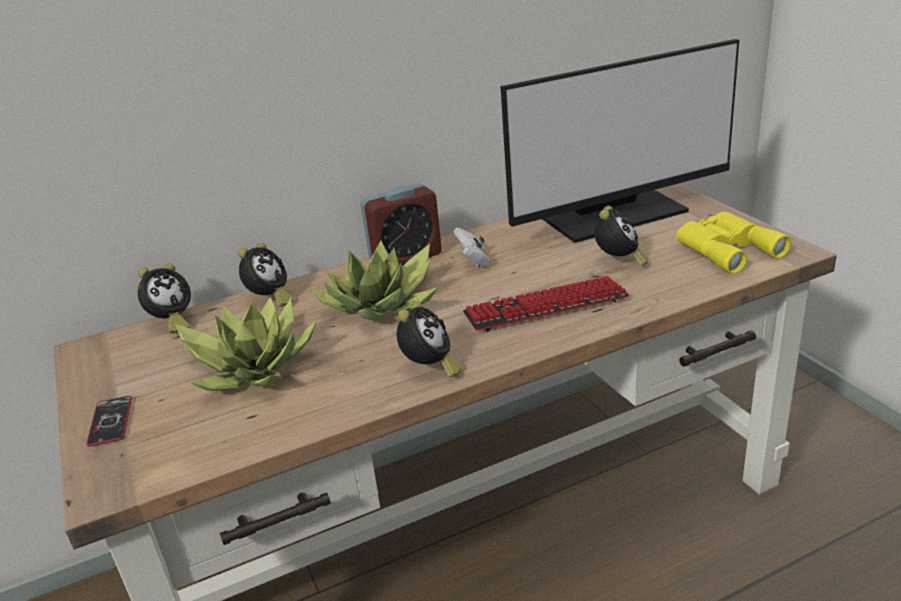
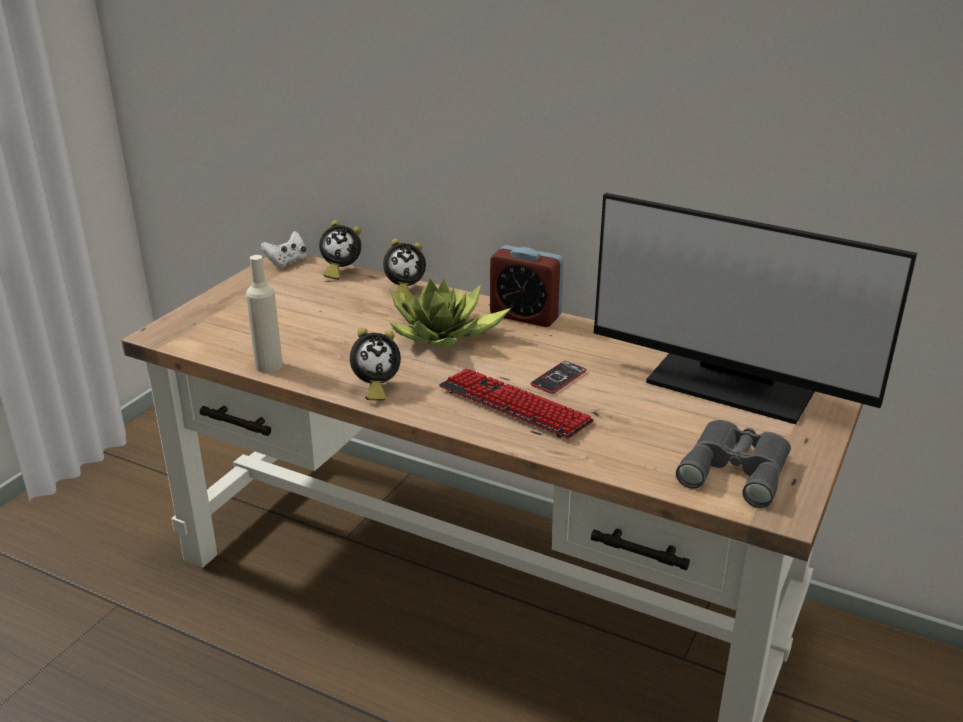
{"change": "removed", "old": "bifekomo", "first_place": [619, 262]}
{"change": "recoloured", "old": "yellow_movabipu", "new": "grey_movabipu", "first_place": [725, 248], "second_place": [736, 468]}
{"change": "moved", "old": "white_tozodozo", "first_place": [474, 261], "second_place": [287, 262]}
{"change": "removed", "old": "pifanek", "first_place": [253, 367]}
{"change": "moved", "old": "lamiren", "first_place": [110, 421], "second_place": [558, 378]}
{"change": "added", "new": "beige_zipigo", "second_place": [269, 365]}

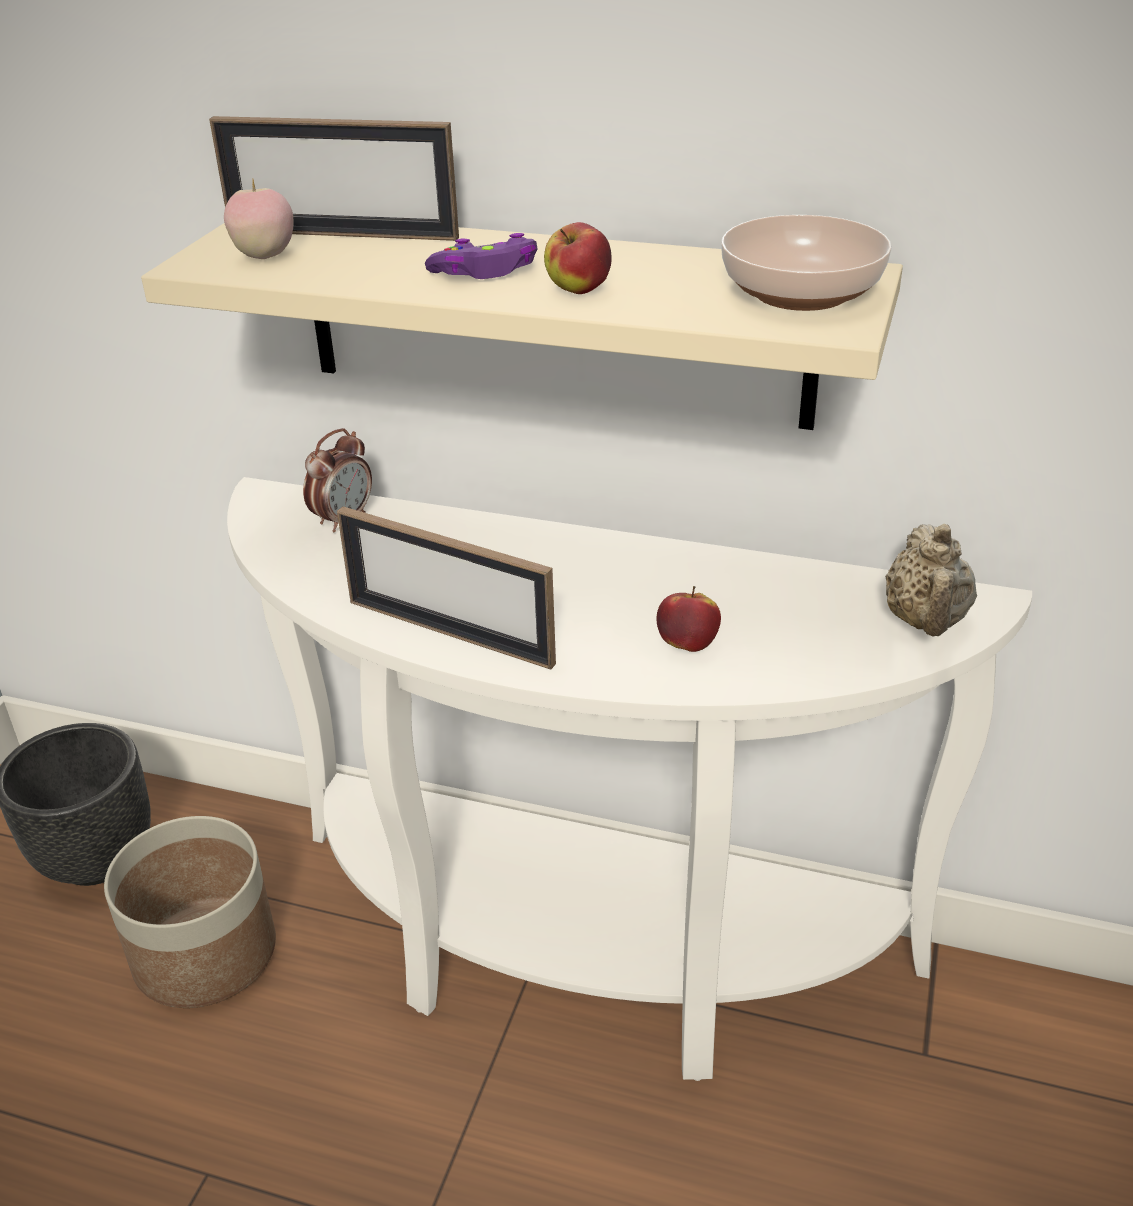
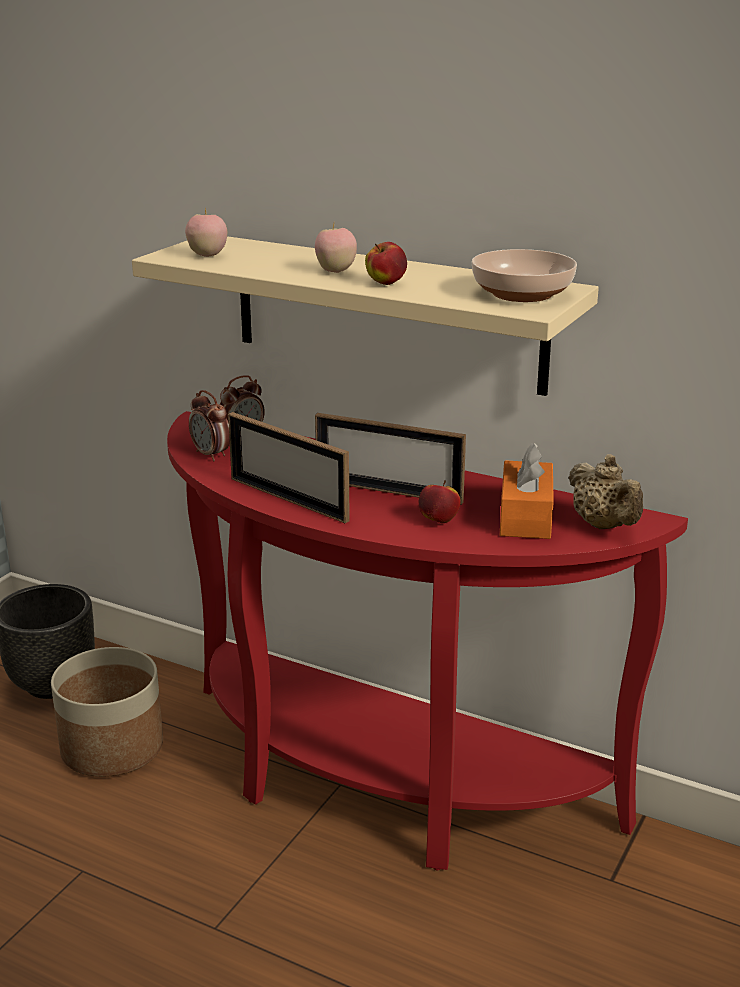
{"change": "moved", "old": "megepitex", "first_place": [342, 234], "second_place": [388, 491]}
{"change": "replaced", "old": "purple_tozodozo", "new": "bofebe", "first_place": [486, 272], "second_place": [336, 271]}
{"change": "recoloured", "old": "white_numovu", "new": "red_numovu", "first_place": [582, 956], "second_place": [375, 786]}
{"change": "turned", "old": "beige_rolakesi", "first_place": [925, 623], "second_place": [603, 526], "degrees": -45}
{"change": "added", "new": "bifekomo", "second_place": [211, 455]}
{"change": "added", "new": "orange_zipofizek", "second_place": [525, 517]}

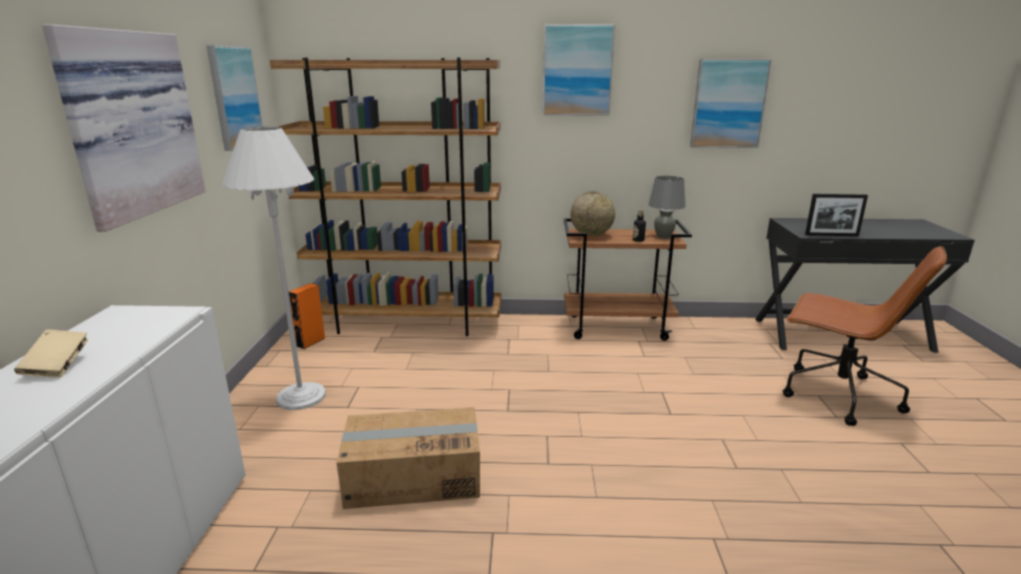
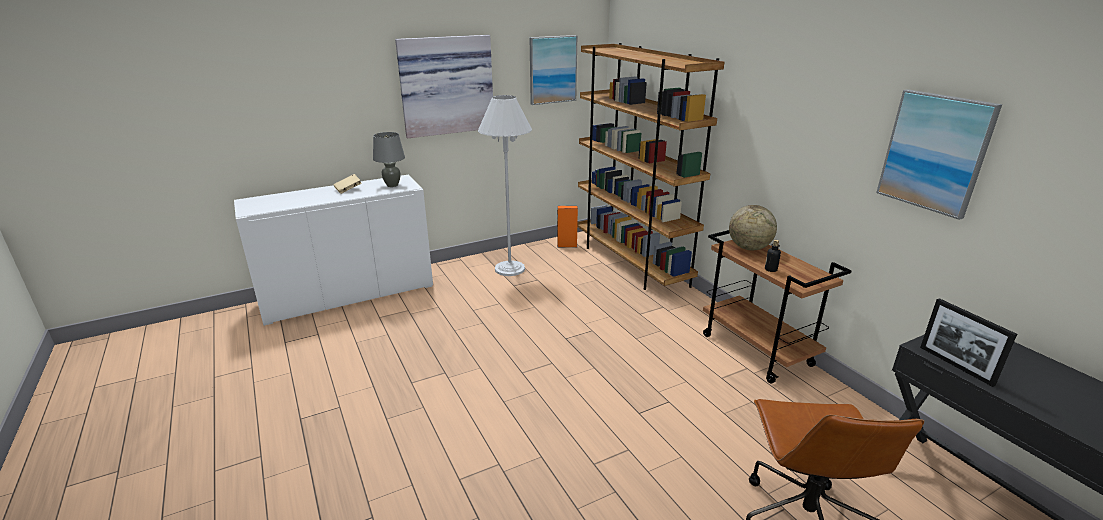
{"change": "removed", "old": "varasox", "first_place": [577, 70]}
{"change": "moved", "old": "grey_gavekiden", "first_place": [663, 237], "second_place": [392, 185]}
{"change": "removed", "old": "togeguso", "first_place": [413, 476]}

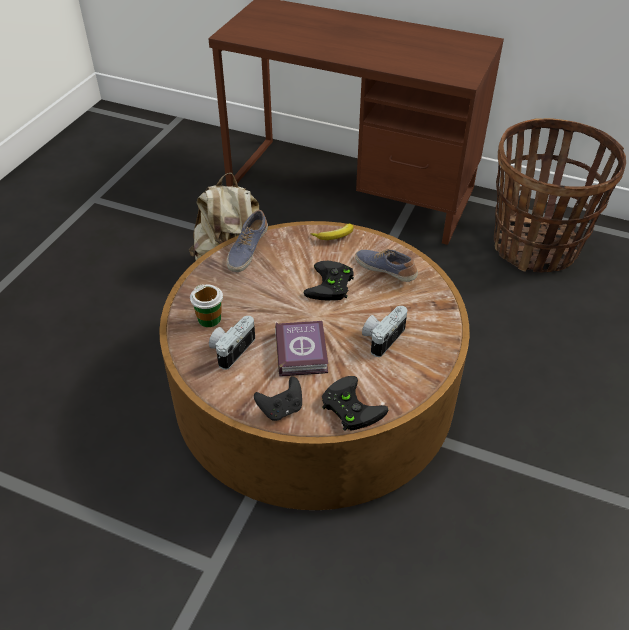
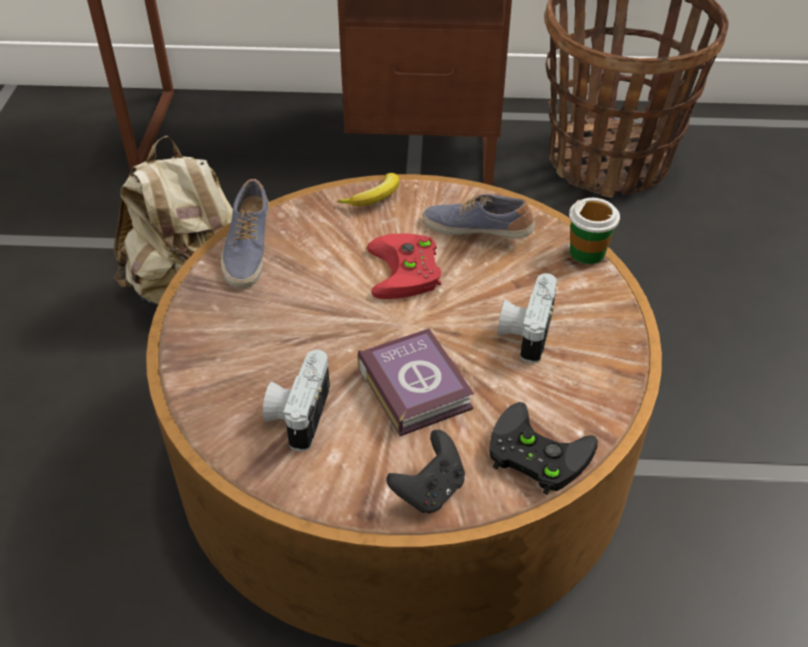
{"change": "recoloured", "old": "black_tozodozo", "new": "red_tozodozo", "first_place": [331, 286], "second_place": [407, 272]}
{"change": "moved", "old": "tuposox", "first_place": [209, 319], "second_place": [587, 252]}

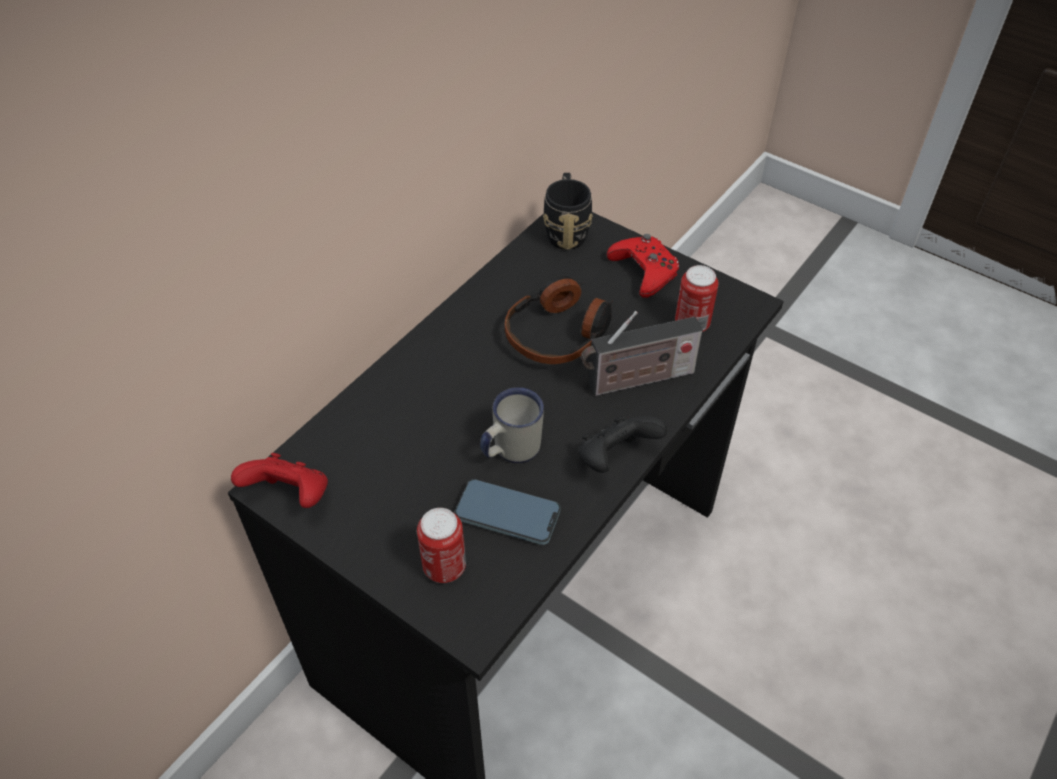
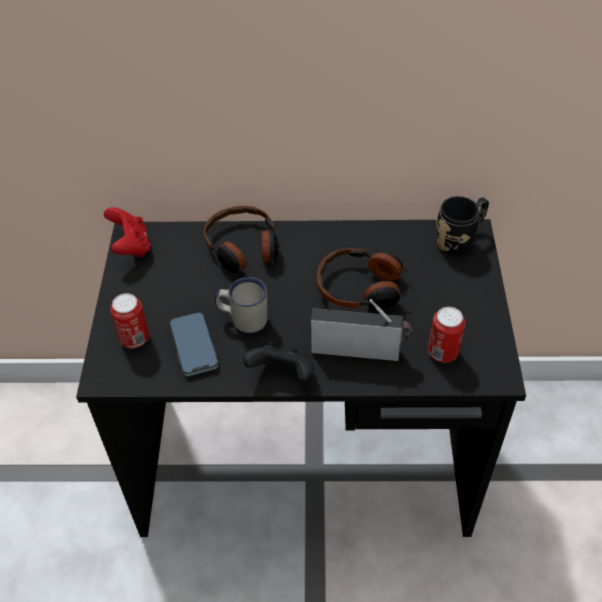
{"change": "removed", "old": "red_tozodozo", "first_place": [644, 271]}
{"change": "turned", "old": "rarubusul", "first_place": [636, 380], "second_place": [359, 350], "degrees": 150}
{"change": "added", "new": "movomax", "second_place": [243, 248]}

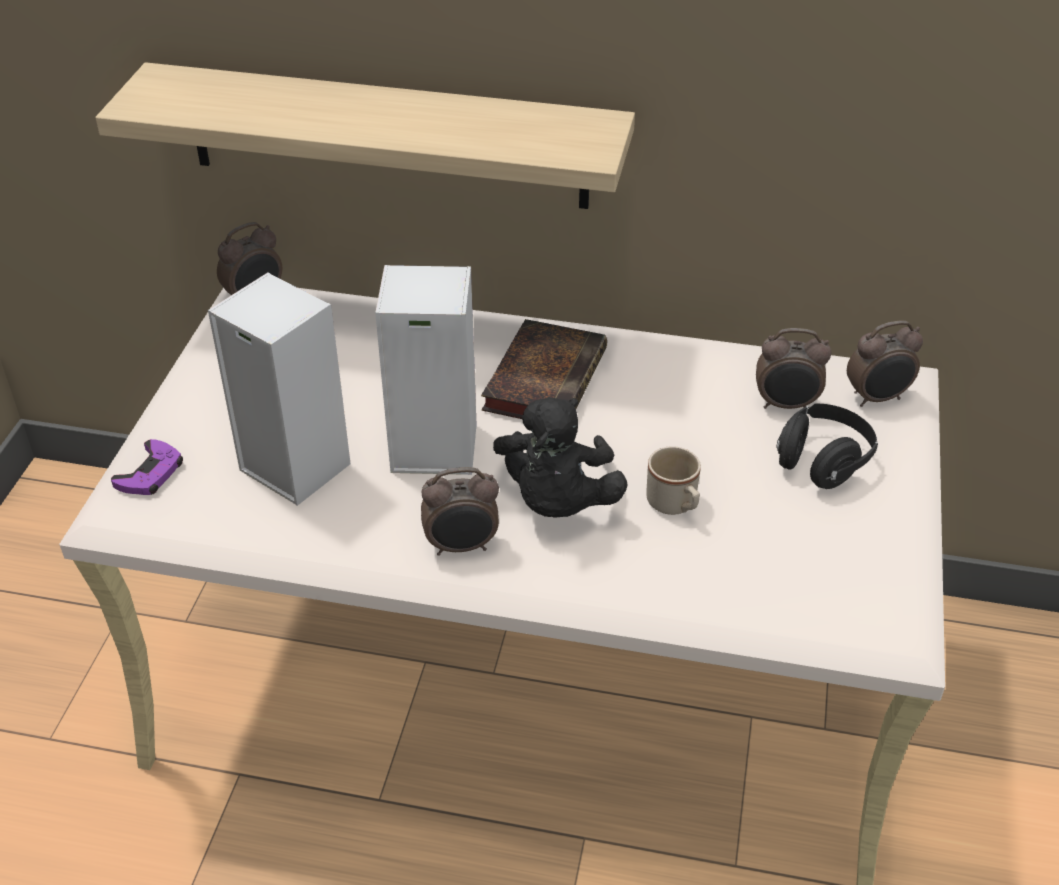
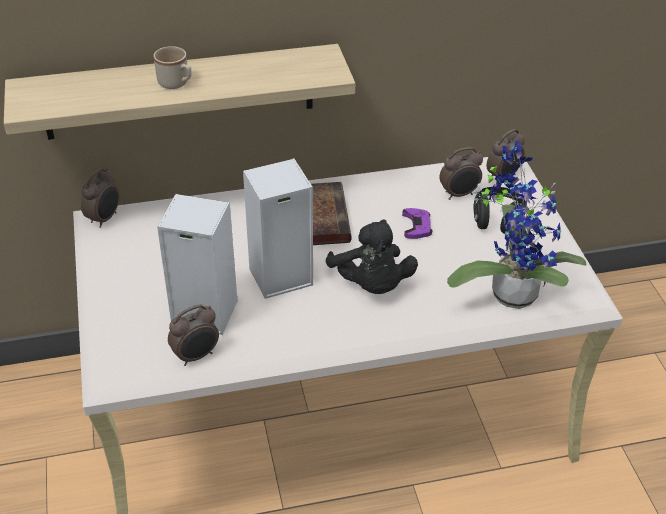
{"change": "moved", "old": "purple_tozodozo", "first_place": [150, 474], "second_place": [417, 226]}
{"change": "moved", "old": "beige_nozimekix", "first_place": [675, 505], "second_place": [176, 84]}
{"change": "moved", "old": "bifekomo", "first_place": [462, 547], "second_place": [196, 356]}
{"change": "added", "new": "pifanek", "second_place": [510, 290]}

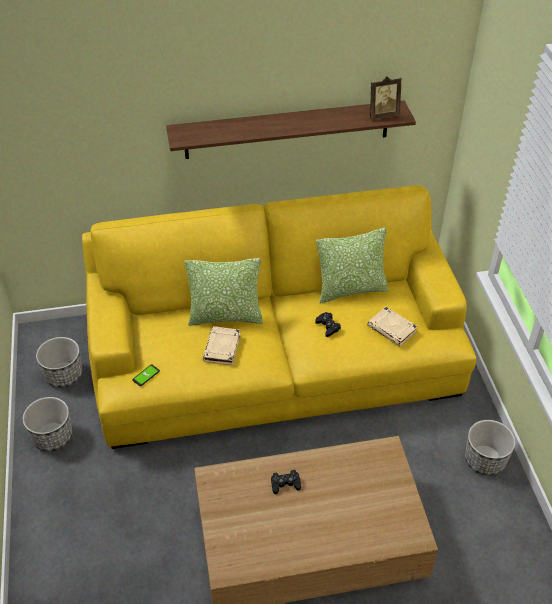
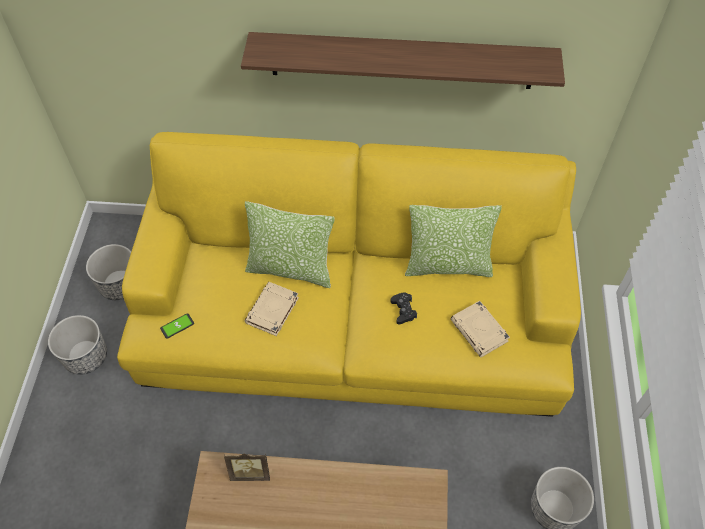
{"change": "moved", "old": "megepitex", "first_place": [382, 114], "second_place": [251, 472]}
{"change": "removed", "old": "black_tozodozo", "first_place": [285, 484]}

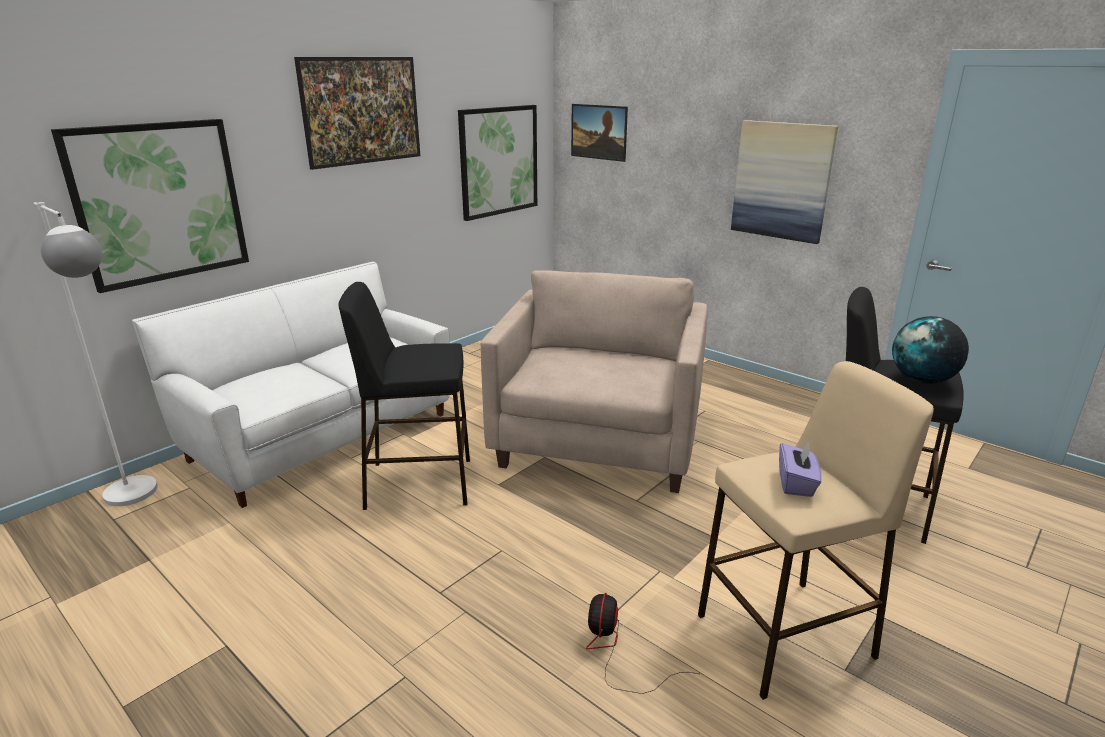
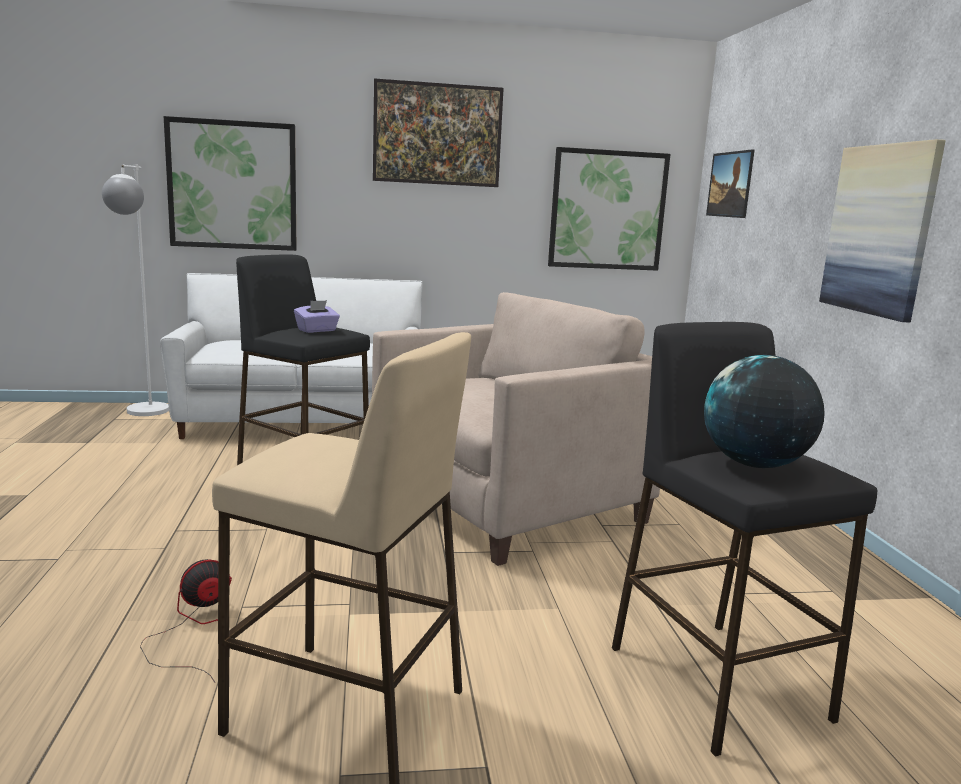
{"change": "moved", "old": "purple_zipofizek", "first_place": [796, 483], "second_place": [317, 330]}

